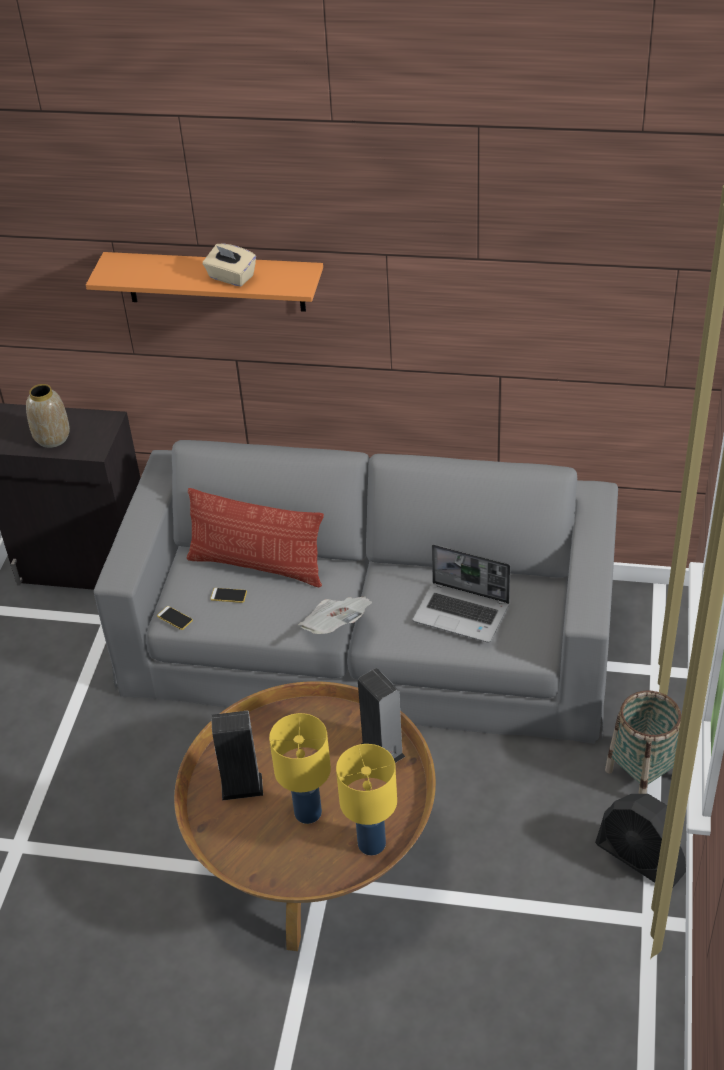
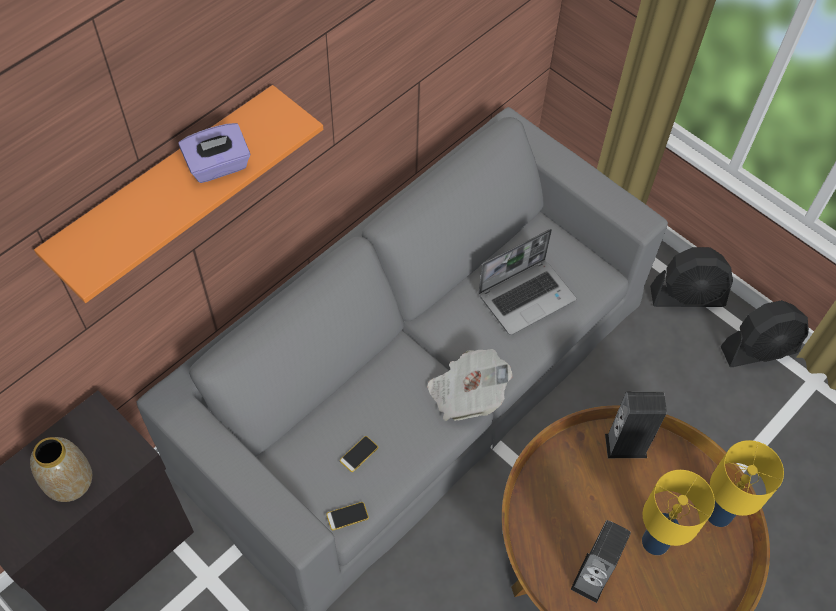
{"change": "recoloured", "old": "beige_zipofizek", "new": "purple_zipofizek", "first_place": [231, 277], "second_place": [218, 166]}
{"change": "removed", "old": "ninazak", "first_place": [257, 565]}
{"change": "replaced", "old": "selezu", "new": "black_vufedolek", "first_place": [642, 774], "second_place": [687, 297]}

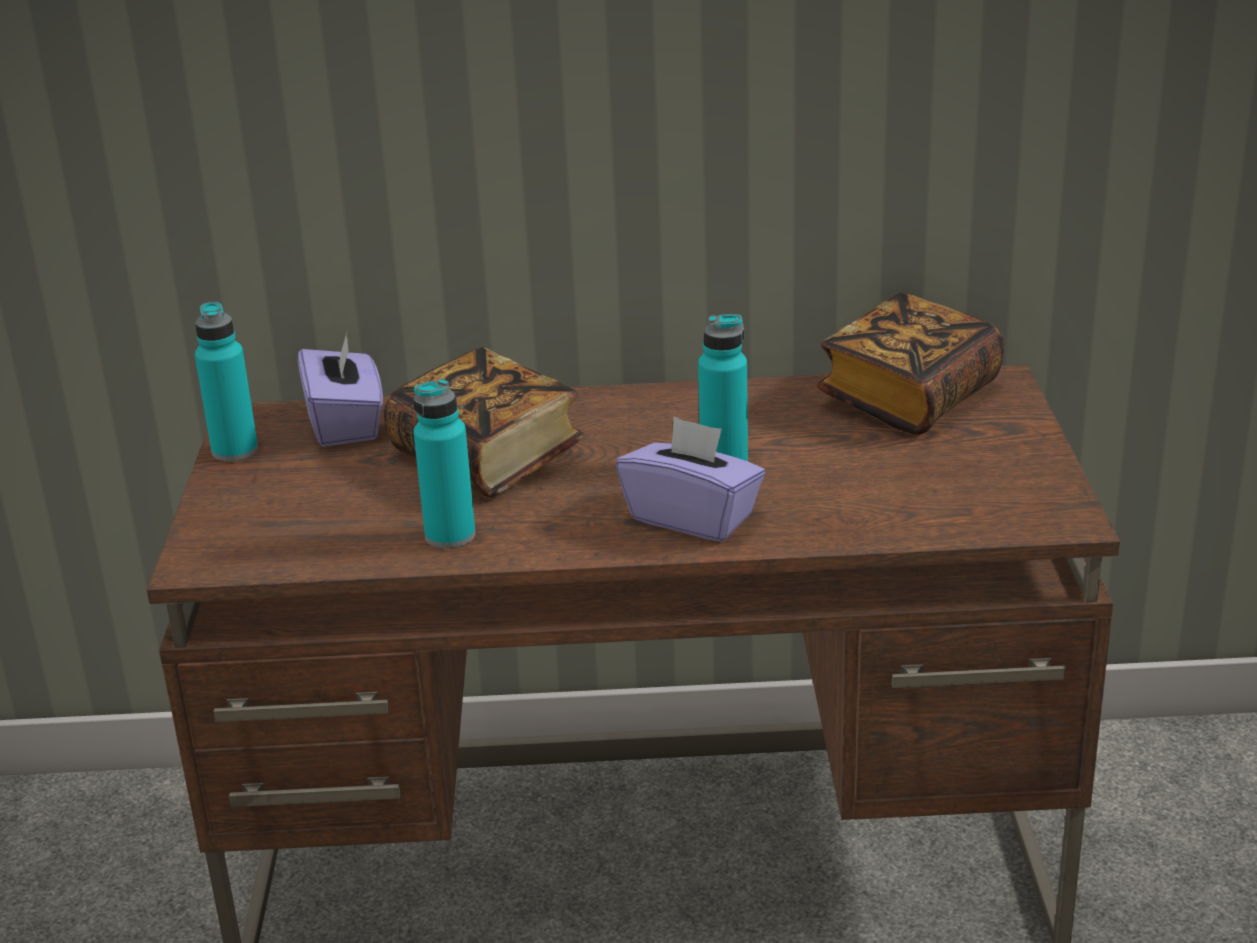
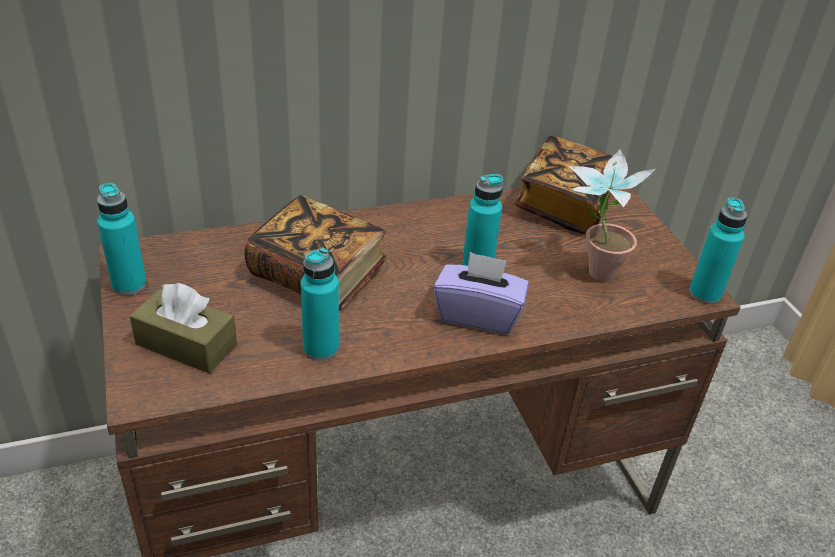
{"change": "removed", "old": "purple_zipofizek", "first_place": [346, 424]}
{"change": "added", "new": "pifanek", "second_place": [591, 271]}
{"change": "added", "new": "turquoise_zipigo", "second_place": [705, 294]}
{"change": "added", "new": "brown_zipofizek", "second_place": [186, 344]}

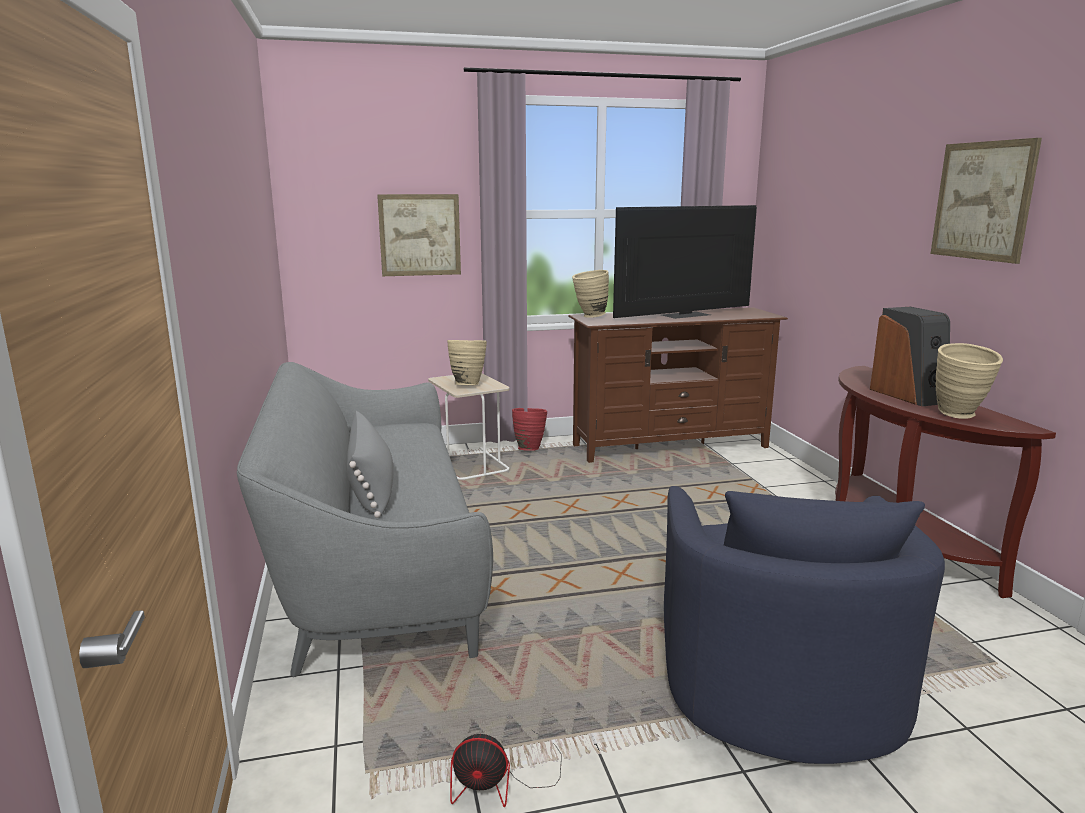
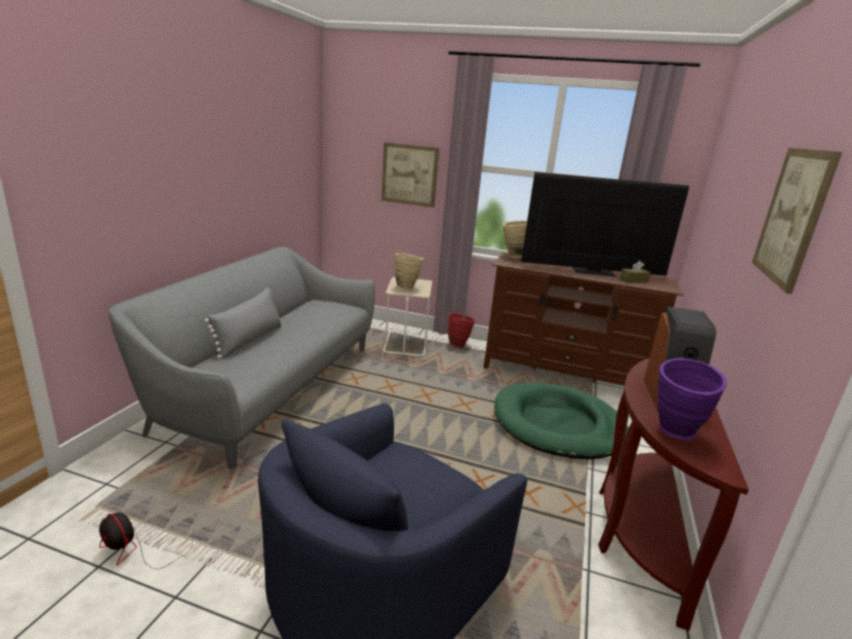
{"change": "recoloured", "old": "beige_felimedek", "new": "purple_felimedek", "first_place": [960, 416], "second_place": [675, 434]}
{"change": "added", "new": "brown_zipofizek", "second_place": [633, 280]}
{"change": "added", "new": "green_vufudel", "second_place": [558, 425]}

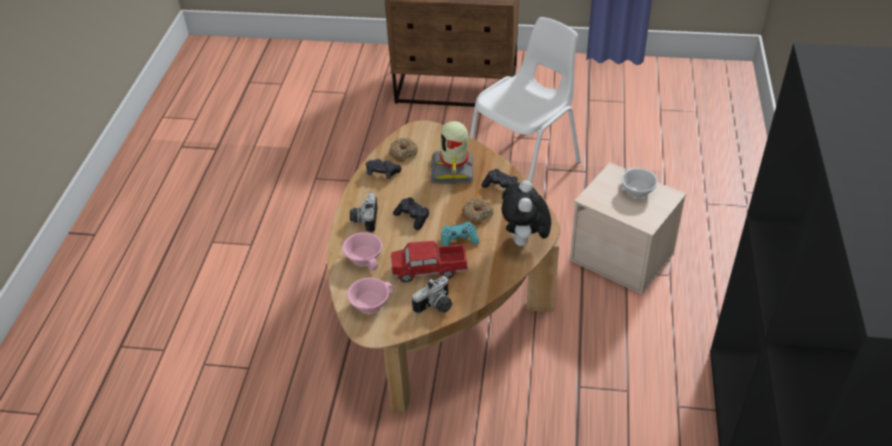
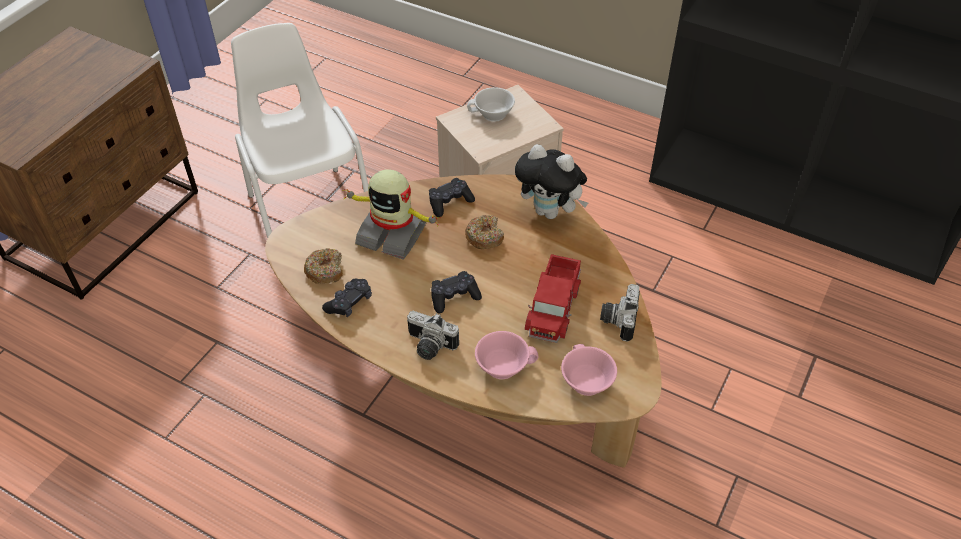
{"change": "removed", "old": "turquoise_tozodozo", "first_place": [459, 240]}
{"change": "turned", "old": "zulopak", "first_place": [436, 306], "second_place": [617, 319], "degrees": -150}

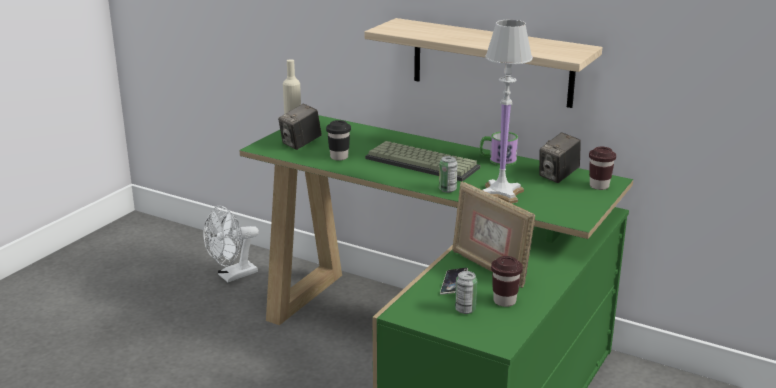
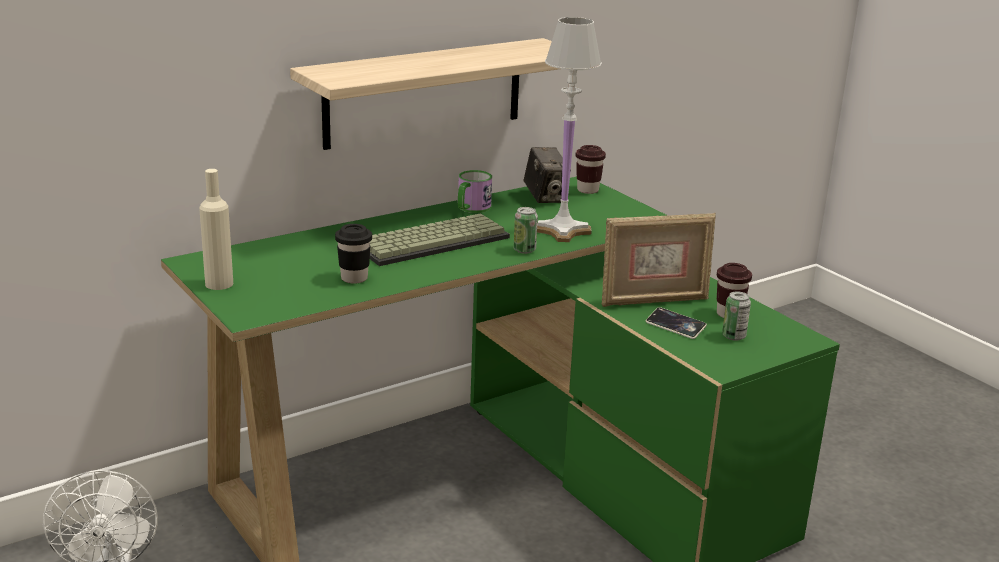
{"change": "removed", "old": "zulopak", "first_place": [301, 144]}

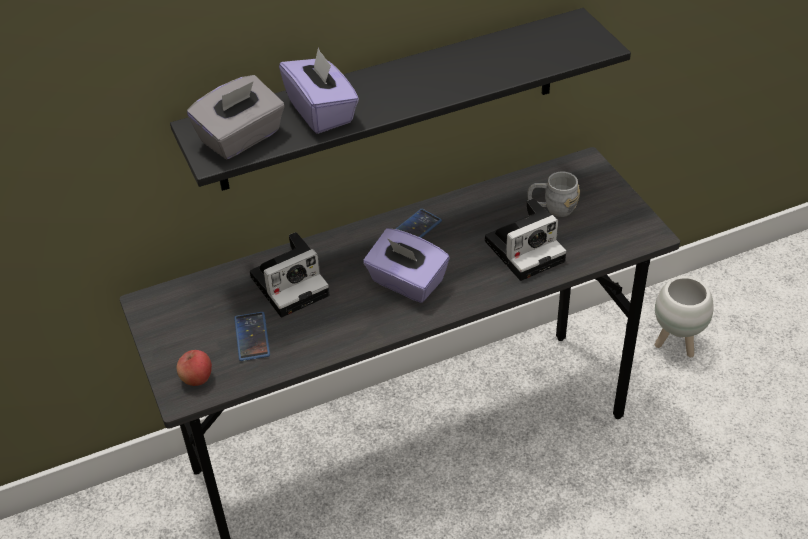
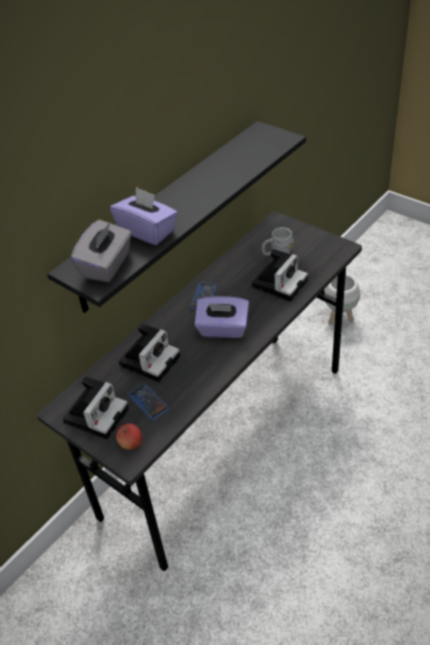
{"change": "added", "new": "zulopak", "second_place": [97, 413]}

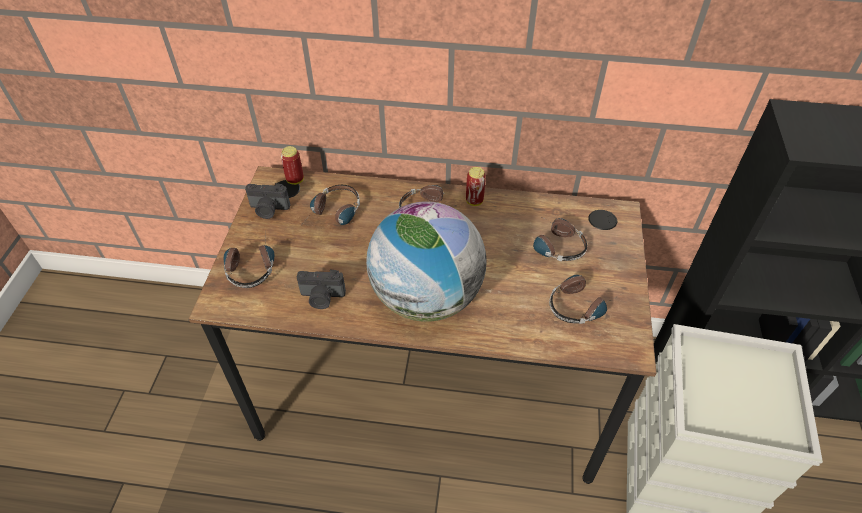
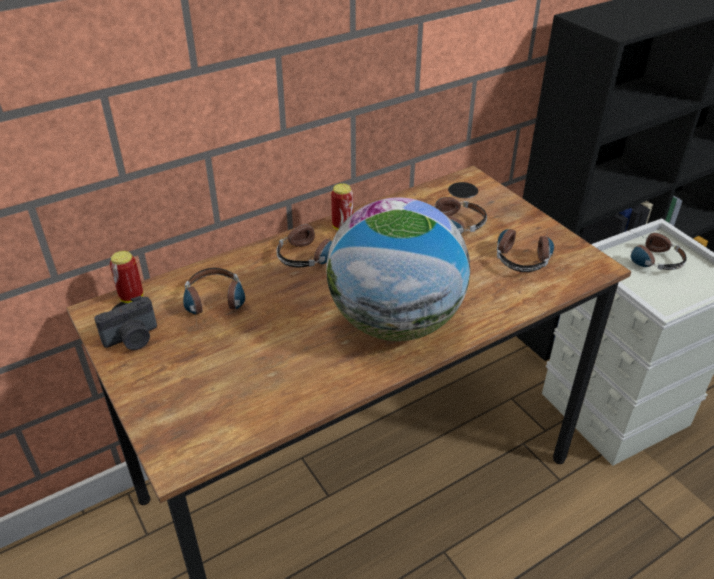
{"change": "moved", "old": "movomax", "first_place": [251, 265], "second_place": [647, 257]}
{"change": "removed", "old": "zulopak", "first_place": [322, 298]}

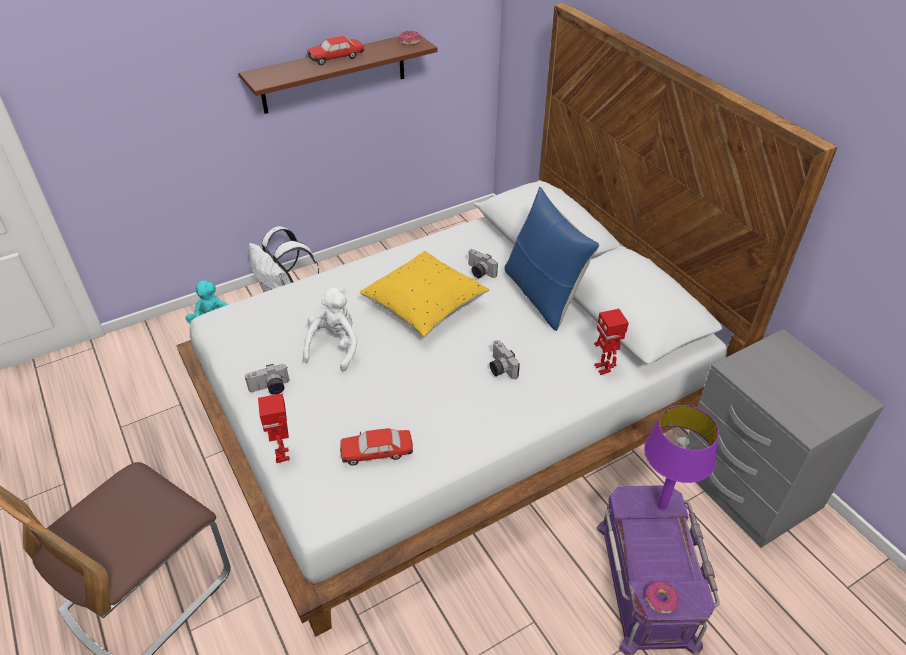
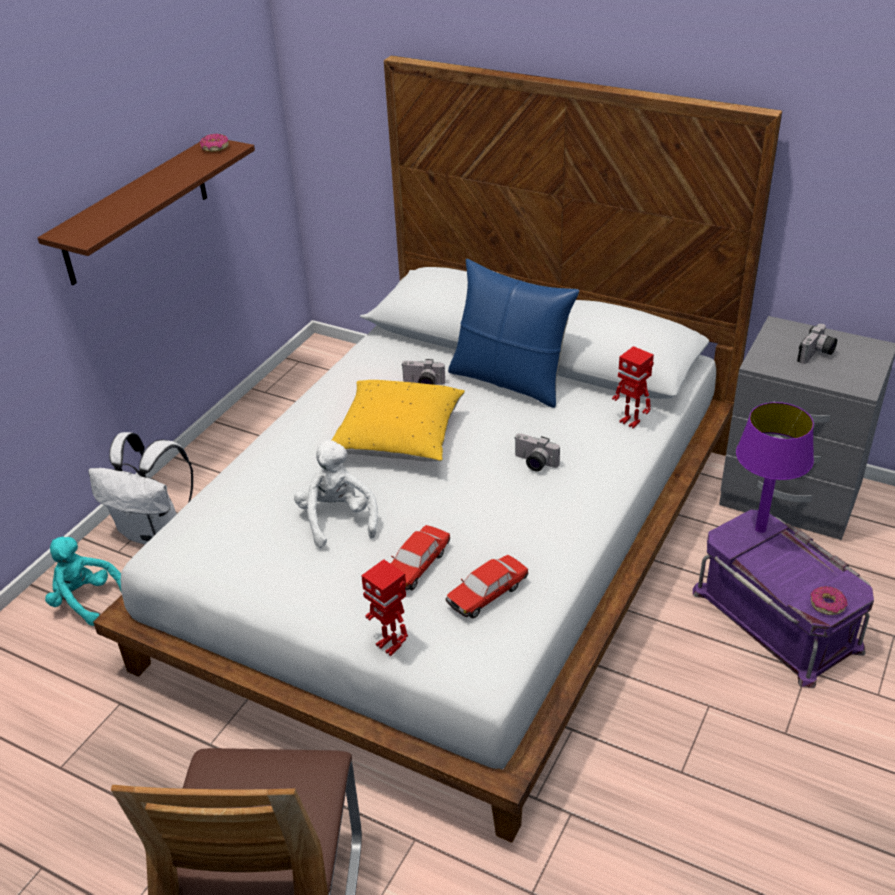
{"change": "moved", "old": "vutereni", "first_place": [336, 58], "second_place": [417, 565]}
{"change": "moved", "old": "zulopak", "first_place": [270, 389], "second_place": [817, 355]}

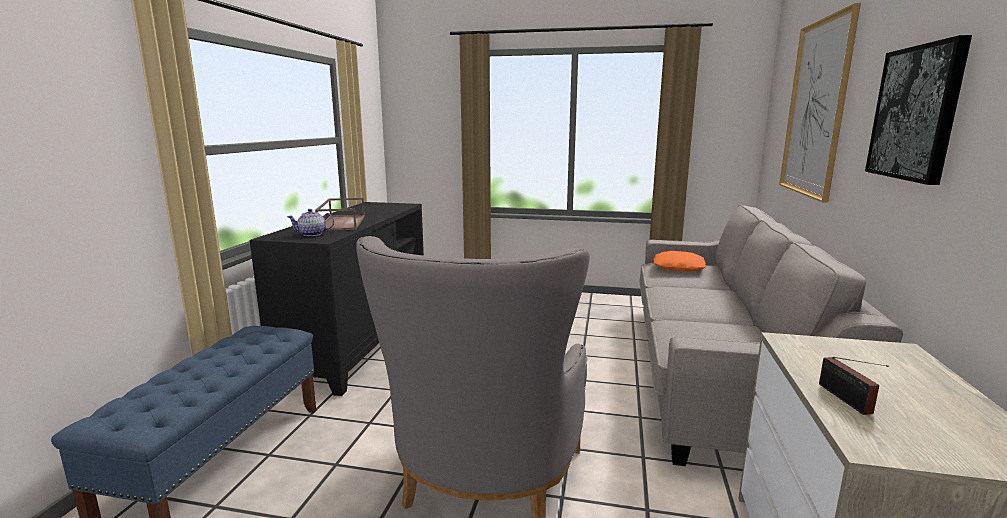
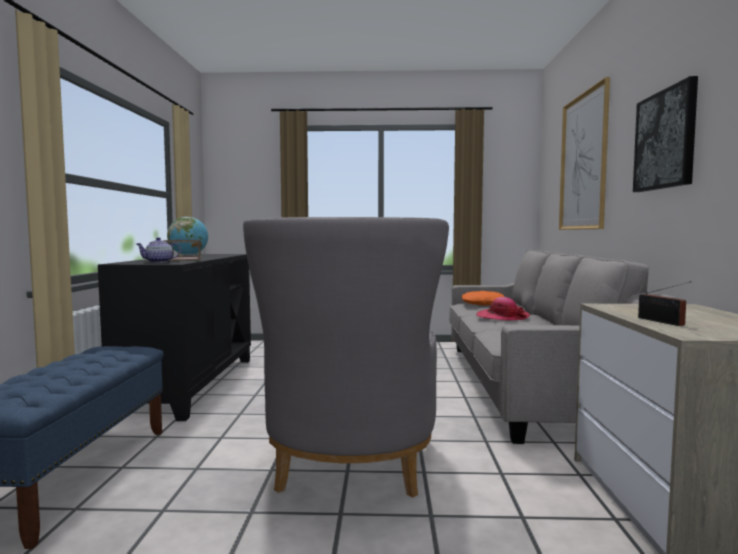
{"change": "added", "new": "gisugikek", "second_place": [188, 255]}
{"change": "added", "new": "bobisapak", "second_place": [502, 317]}

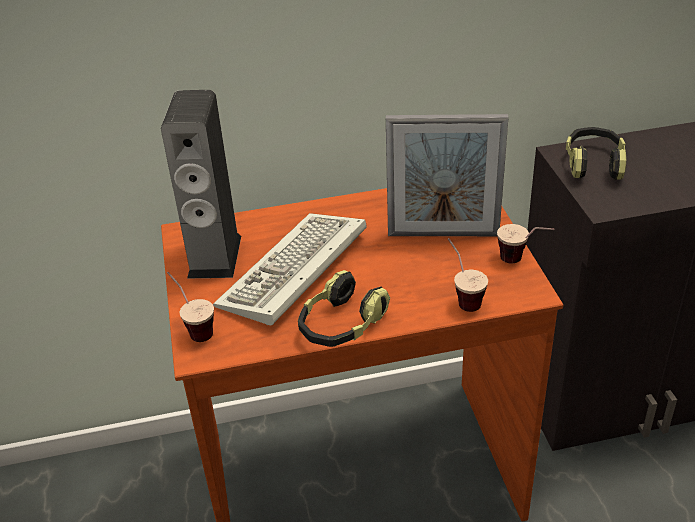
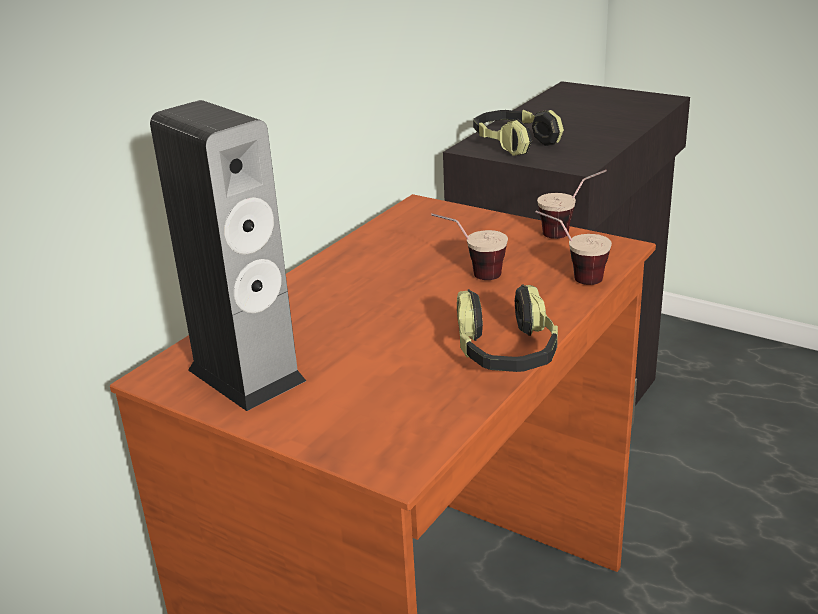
{"change": "removed", "old": "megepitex", "first_place": [443, 234]}
{"change": "removed", "old": "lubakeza", "first_place": [293, 274]}
{"change": "moved", "old": "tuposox", "first_place": [193, 328], "second_place": [470, 275]}

